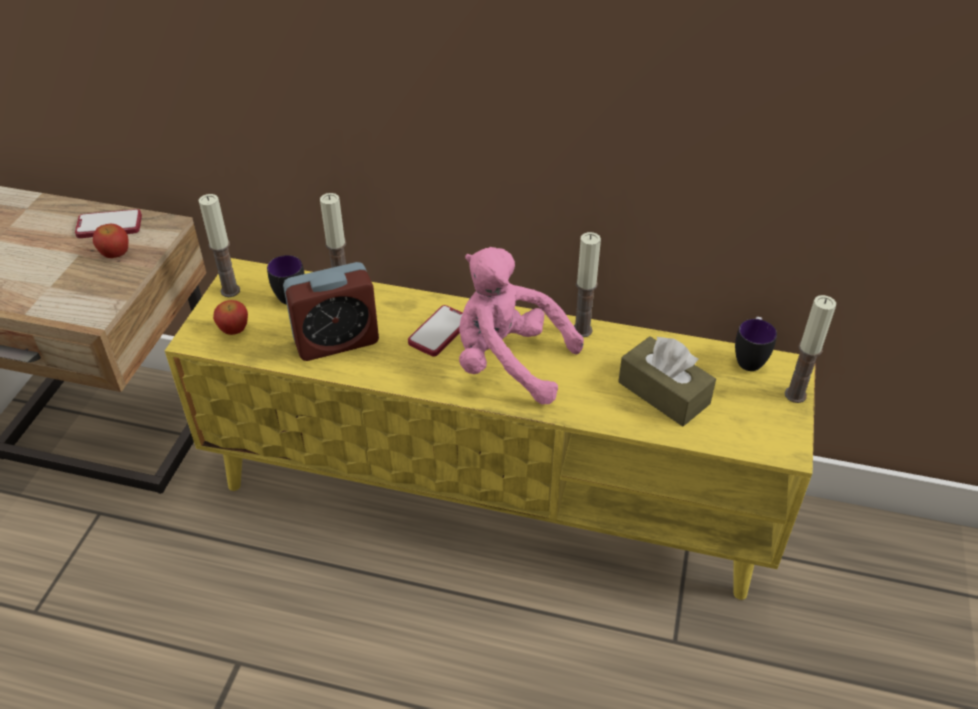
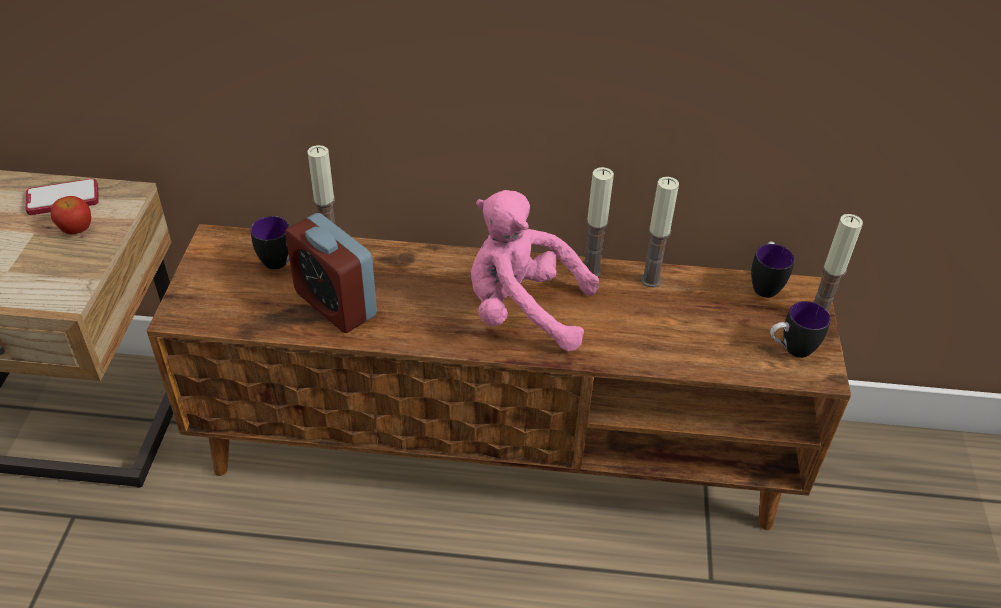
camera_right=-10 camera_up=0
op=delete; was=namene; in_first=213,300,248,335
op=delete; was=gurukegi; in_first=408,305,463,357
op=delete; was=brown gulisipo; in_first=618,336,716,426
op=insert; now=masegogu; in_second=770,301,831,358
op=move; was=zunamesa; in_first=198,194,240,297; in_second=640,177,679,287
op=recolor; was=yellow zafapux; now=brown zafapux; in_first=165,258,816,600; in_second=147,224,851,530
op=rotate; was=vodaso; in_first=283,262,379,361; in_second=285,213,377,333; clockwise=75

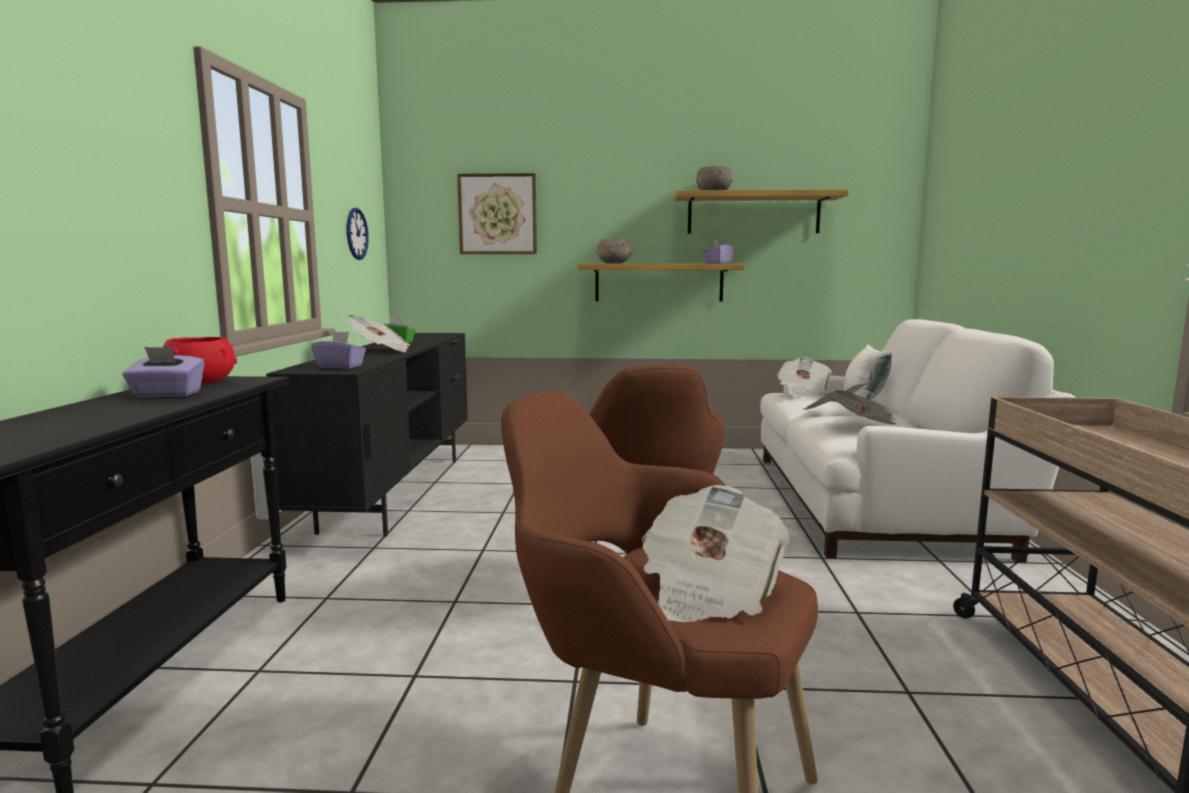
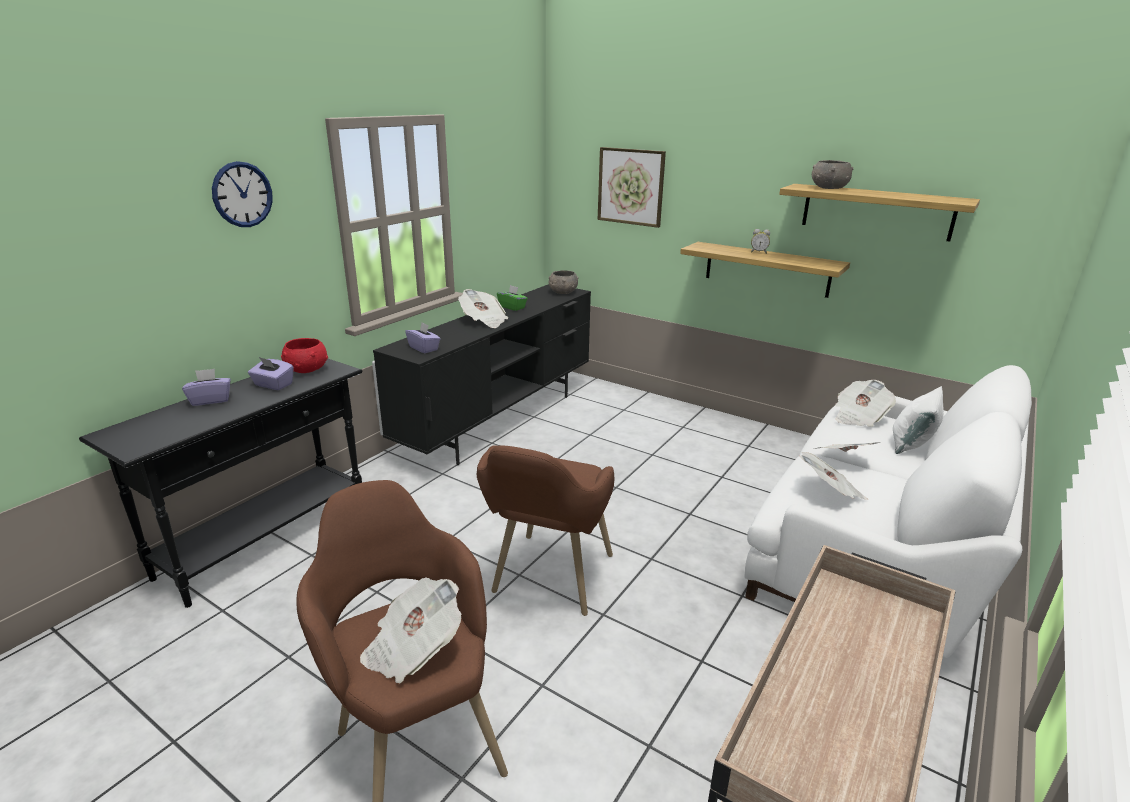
camera_right=30 camera_up=15
op=insert; now=vodaso; in_second=751,229,770,254
op=move; was=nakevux; in_first=347,208,369,260; in_second=212,161,273,227
op=move; was=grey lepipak; in_first=596,239,632,264; in_second=549,270,579,294
op=move; was=purple gulisipo; in_first=703,239,734,264; in_second=182,368,231,406

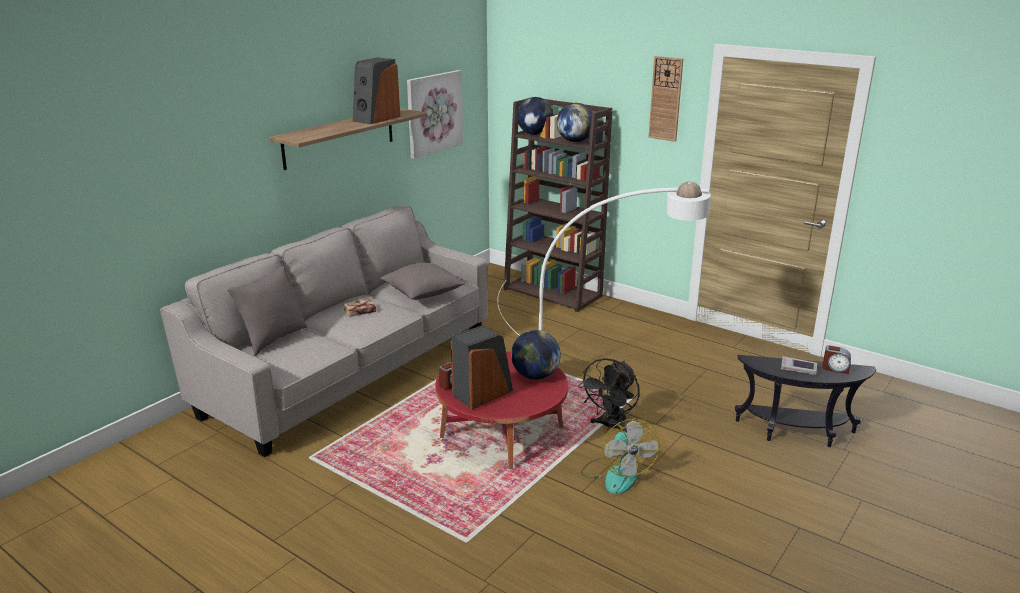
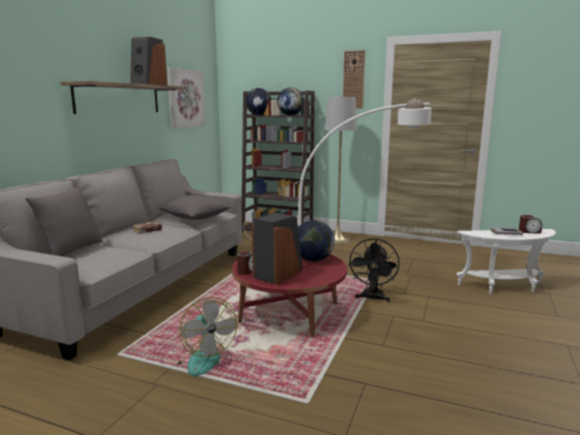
camera_right=-15 camera_up=-10
op=insert; now=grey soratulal; in_second=325,96,357,244
op=move; was=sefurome; in_first=581,419,659,494; in_second=176,297,237,377
op=recolor; was=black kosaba; now=white kosaba; in_first=735,355,876,447; in_second=456,229,556,294

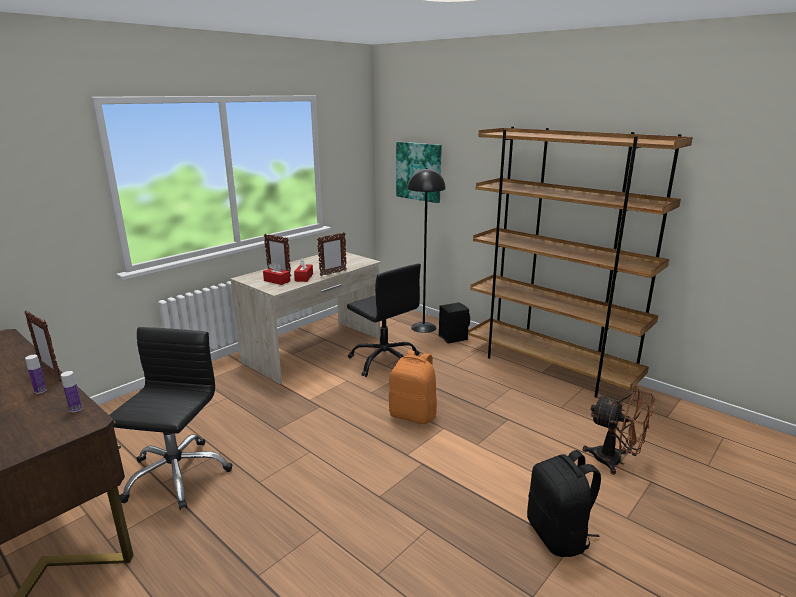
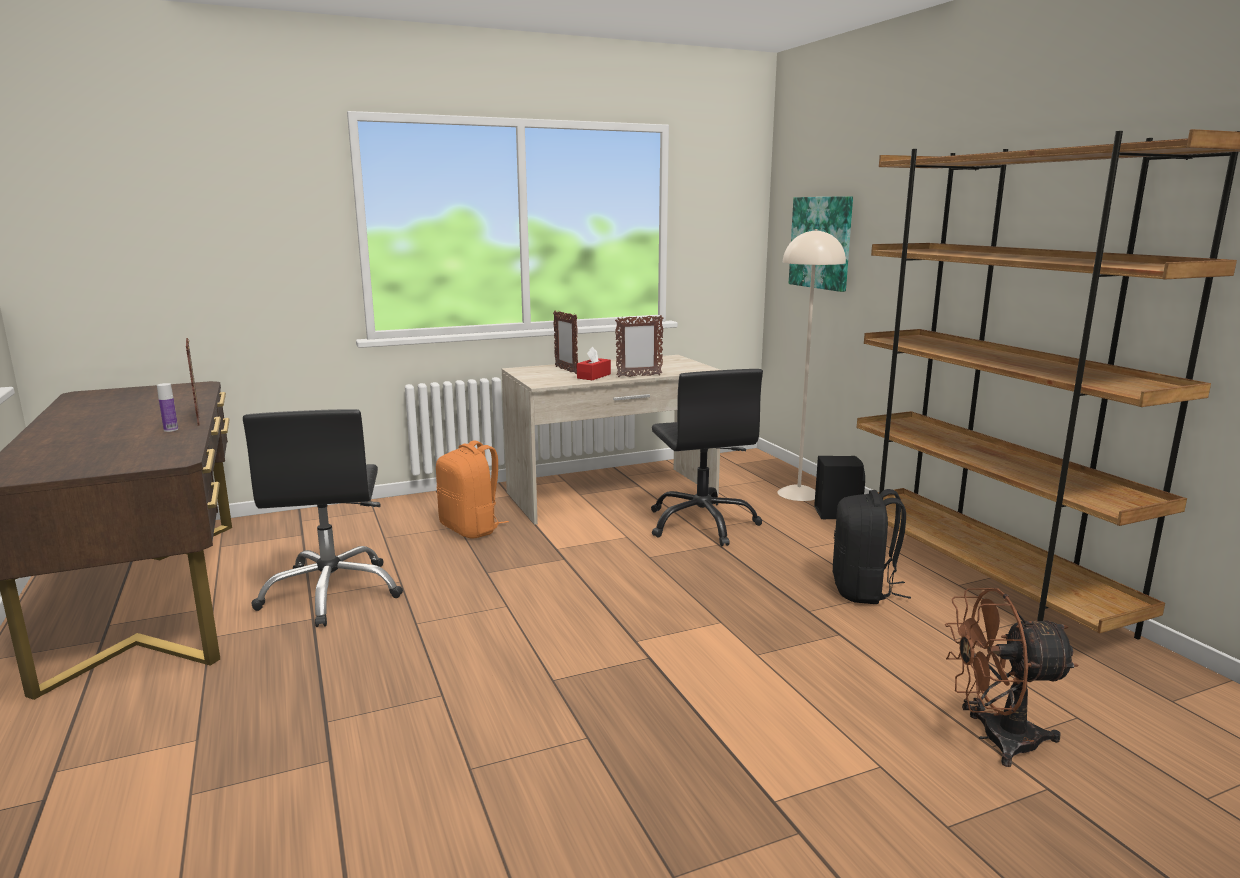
camera_right=25 camera_up=-5
op=delete; was=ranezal; in_first=61,371,82,412
op=delete; was=red gulisipo; in_first=263,262,290,285
op=move; was=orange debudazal; in_first=388,350,437,424; in_second=436,440,509,539
op=move; was=black debudazal; in_first=527,450,601,557; in_second=832,489,911,604
op=recolor; was=black soratulal; now=beige soratulal; in_first=407,168,446,333; in_second=777,229,846,501
op=rotate; was=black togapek; in_first=109,327,232,510; in_second=243,409,403,627; clockwise=135
op=rotate; was=brown sefurome; in_first=583,388,655,475; in_second=945,588,1078,767; clockwise=120

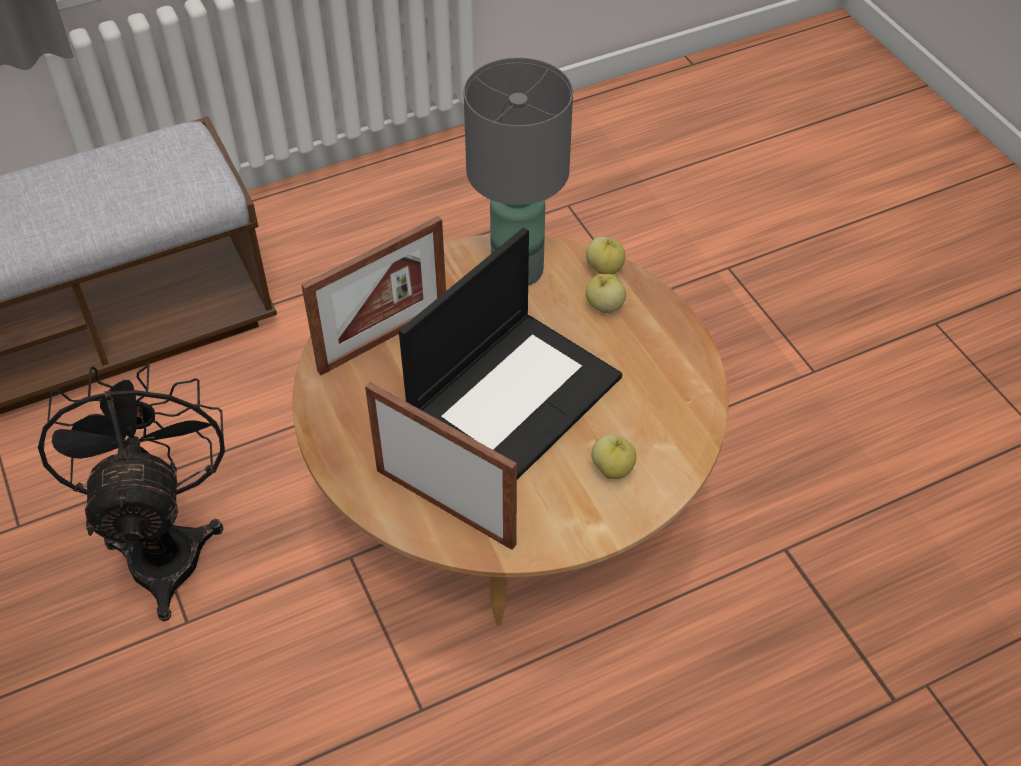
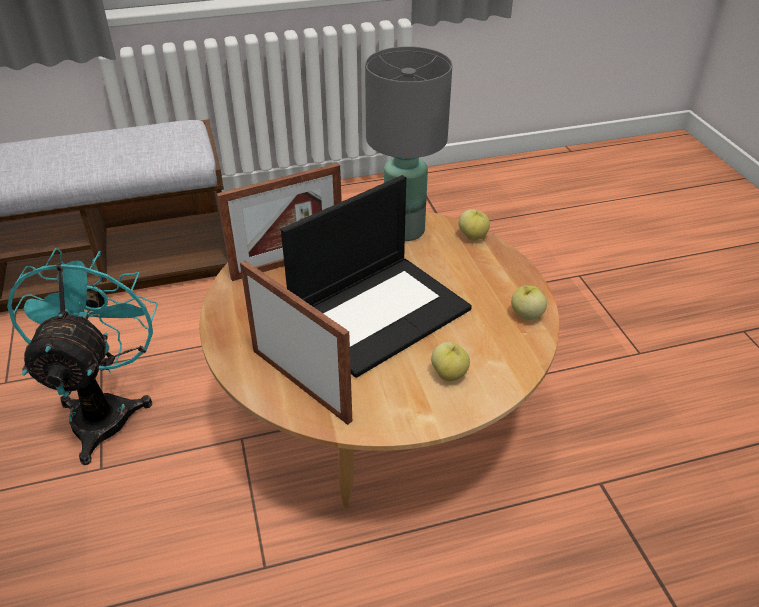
camera_right=10 camera_up=-10
op=move; was=namene; in_first=586,274,626,313; in_second=511,285,547,320
op=recolor; was=black sefurome; now=turquoise sefurome; in_first=38,362,225,621; in_second=7,248,158,465

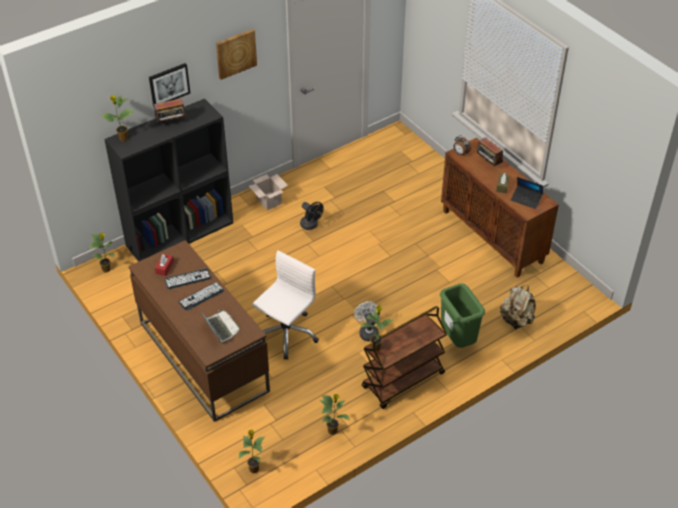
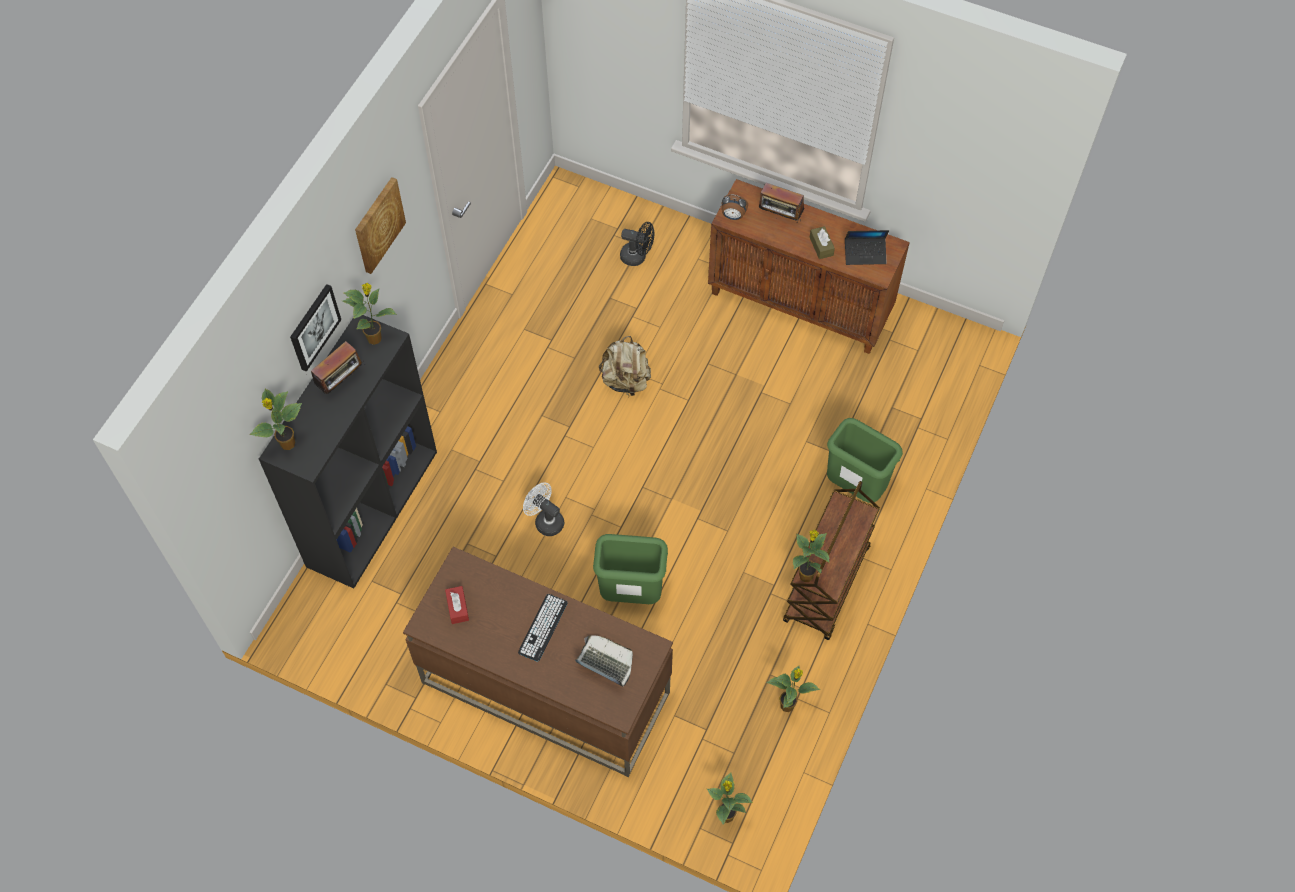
camera_right=-30 camera_up=15
op=delete; was=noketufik; in_first=164,269,211,289
op=delete; was=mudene; in_first=249,174,288,210
op=move; was=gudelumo; in_first=89,232,115,272; in_second=342,283,397,345
op=move; was=black sefurome; in_first=300,202,324,230; in_second=620,222,654,266
op=move; was=white sefurome; in_first=354,301,379,341; in_second=523,482,564,536
op=move; was=beige debudazal; in_first=500,285,535,329; in_second=599,336,651,396
op=replace; was=white togapek; now=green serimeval; in_first=252,250,319,360; in_second=593,534,668,604

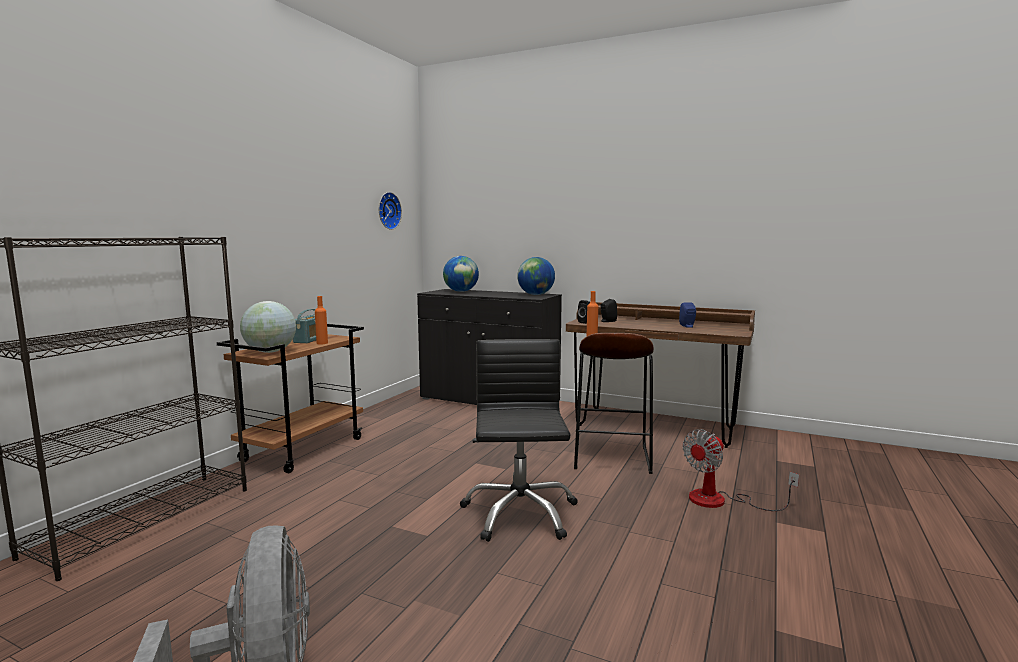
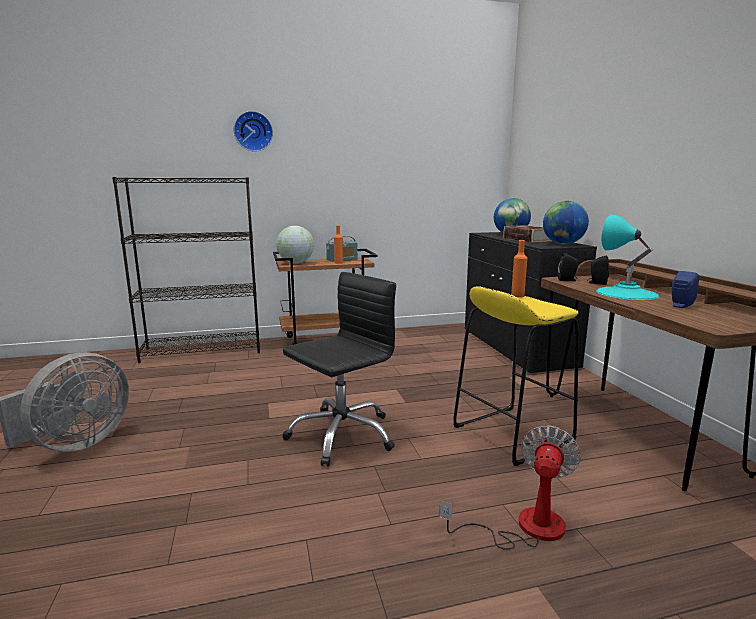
camera_right=50 camera_up=5
op=insert; now=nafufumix; in_second=503,225,551,243
op=insert; now=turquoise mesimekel; in_second=596,215,659,300
op=move; was=nakevux; in_first=379,192,402,230; in_second=234,111,273,152
op=recolor; was=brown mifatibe; now=yellow mifatibe; in_first=574,333,654,474; in_second=453,286,579,466
op=rotate; was=sefurome; in_first=683,429,799,511; in_second=439,425,581,550; clockwise=105

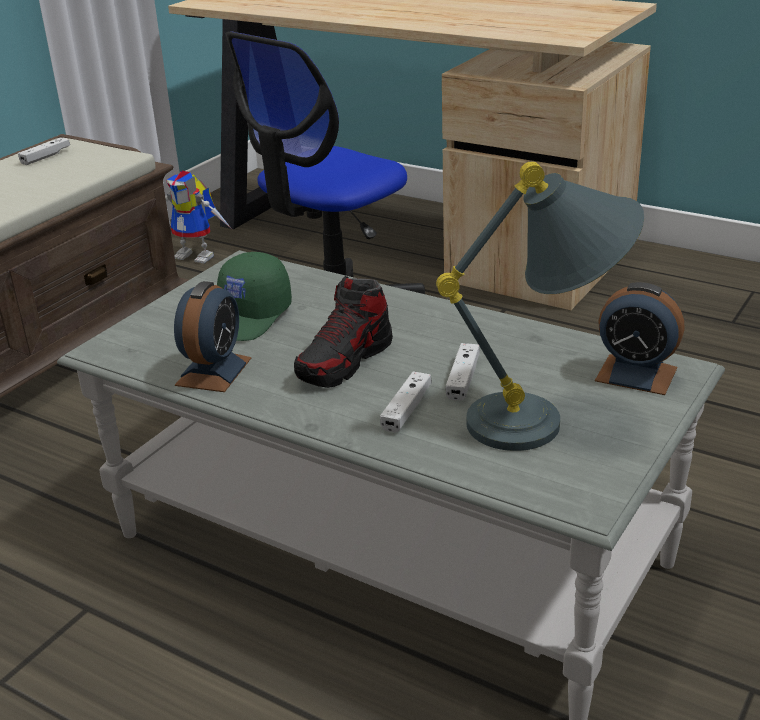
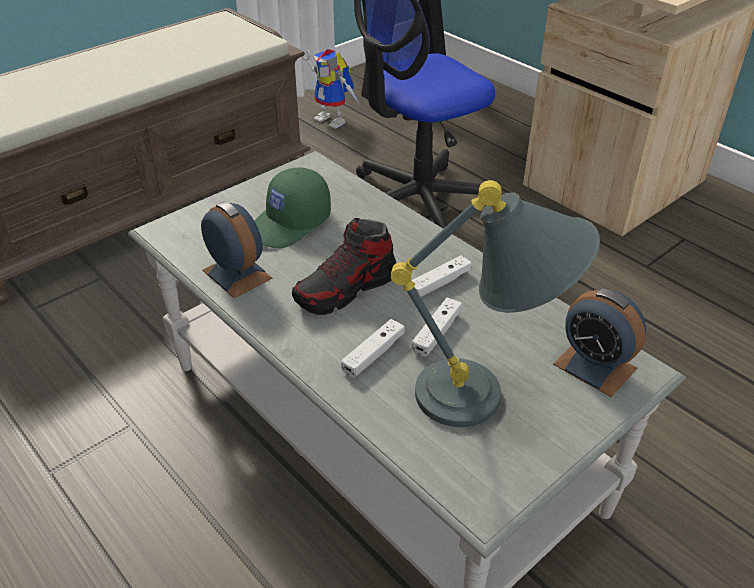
camera_right=15 camera_up=10
op=move; was=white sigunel; in_first=18,138,70,165; in_second=411,255,472,297
op=rotate; was=vodaso; in_first=174,281,251,392; in_second=201,201,272,298; clockwise=-75

